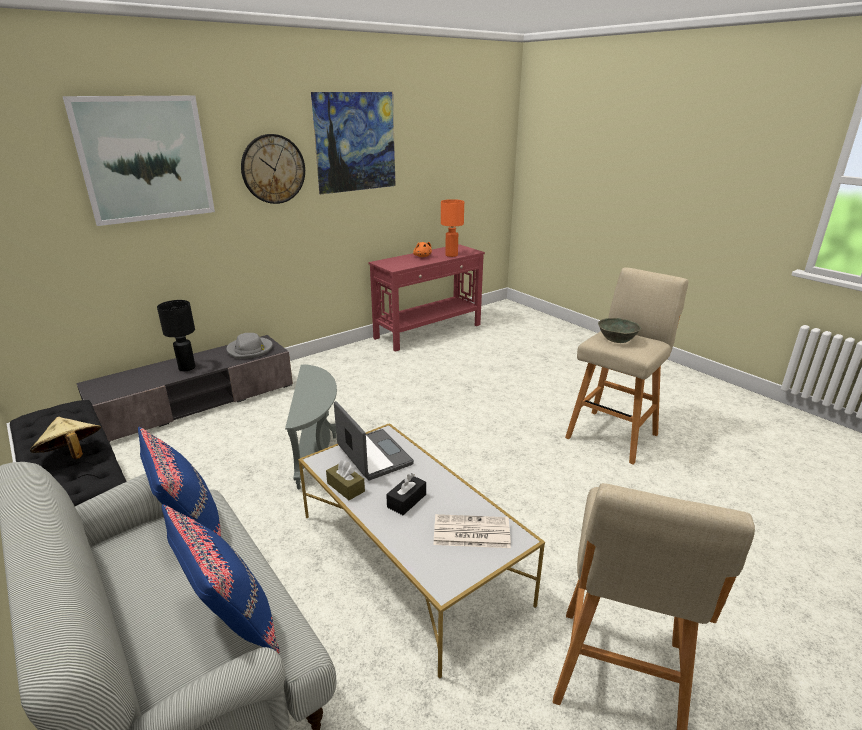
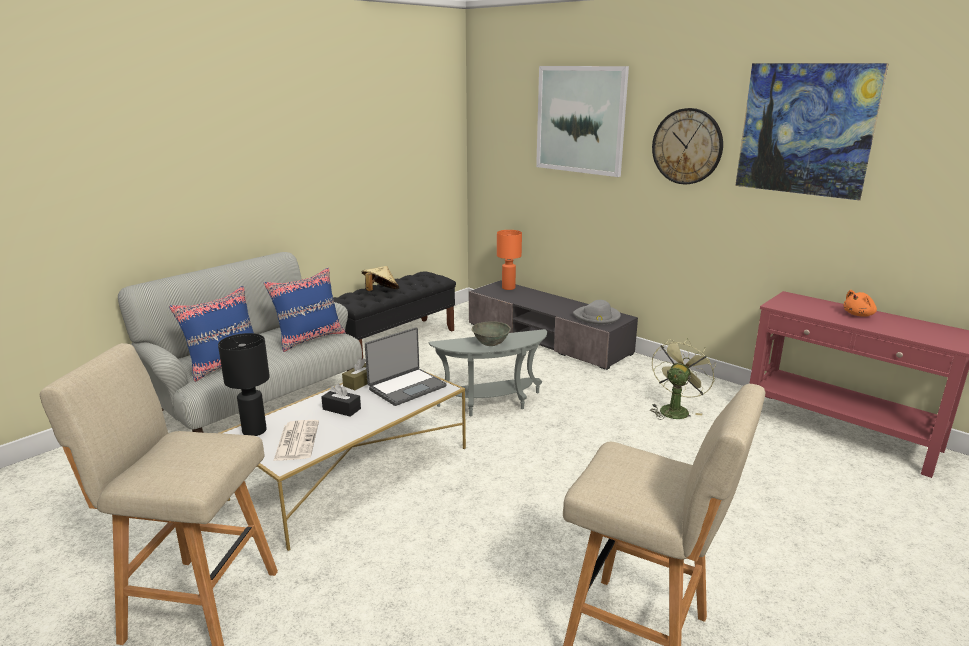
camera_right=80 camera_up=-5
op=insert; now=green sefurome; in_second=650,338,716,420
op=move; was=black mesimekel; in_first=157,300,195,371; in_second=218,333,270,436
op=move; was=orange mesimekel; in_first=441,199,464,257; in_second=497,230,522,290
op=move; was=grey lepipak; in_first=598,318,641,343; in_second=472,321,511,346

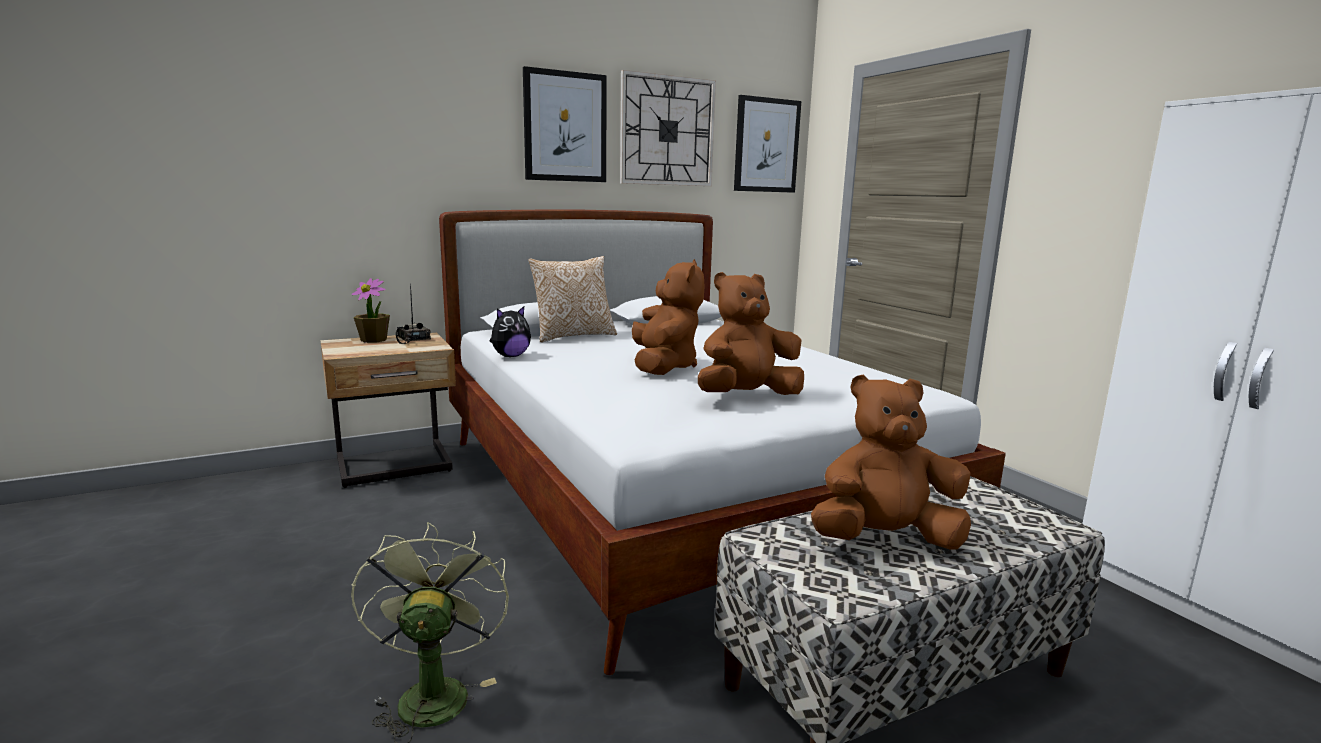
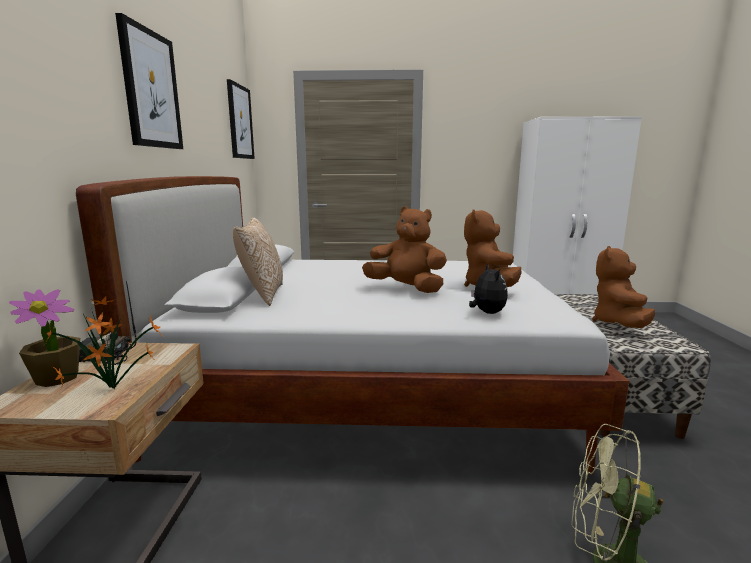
camera_right=-60 camera_up=0
op=delete; was=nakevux; in_first=620,70,716,186
op=insert; now=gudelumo; in_second=45,296,164,389
op=move; was=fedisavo; in_first=490,306,531,357; in_second=469,264,508,314

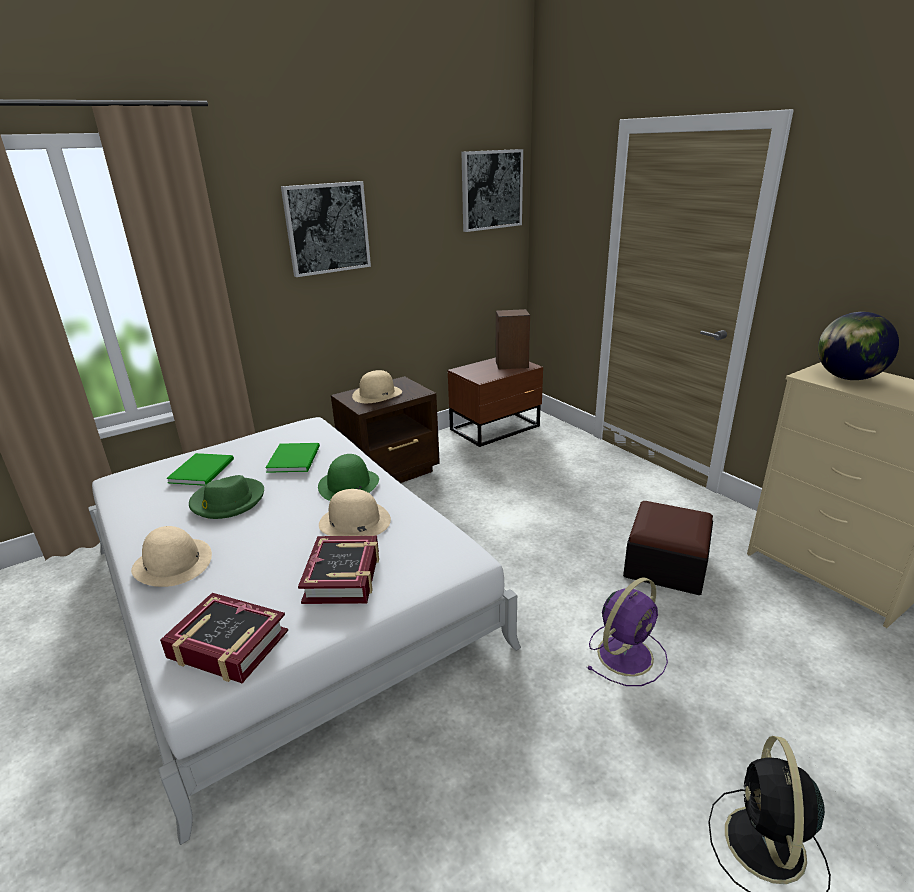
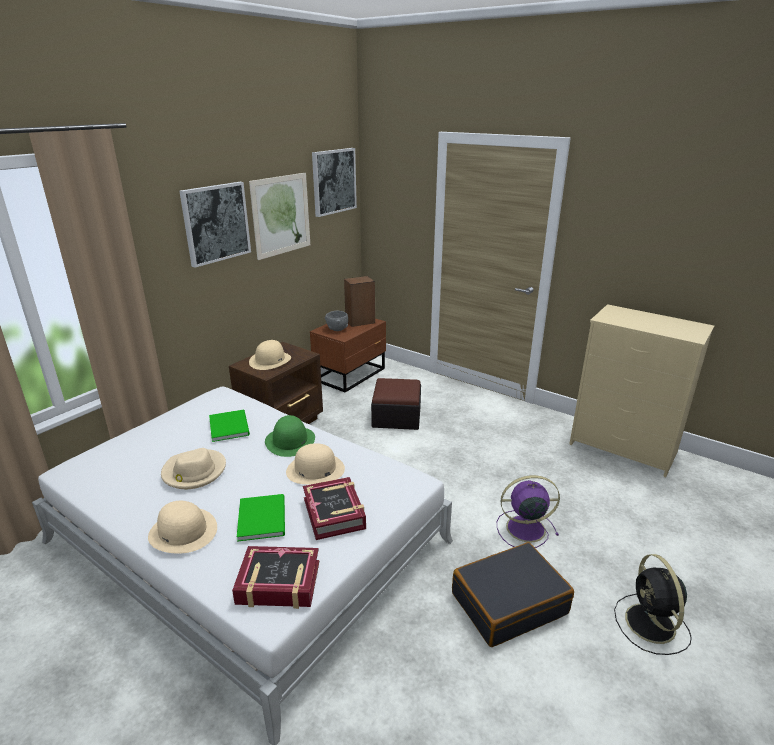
camera_right=-20 camera_up=0
op=delete; was=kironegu; in_first=818,312,899,380
op=insert; now=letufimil; in_second=249,173,310,260
op=insert; now=grey lepipak; in_second=325,311,348,331
op=insert; now=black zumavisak; in_second=452,542,574,647
op=move; was=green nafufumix; in_first=166,453,234,486; in_second=237,494,285,542
op=move; was=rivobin; in_first=623,501,713,595; in_second=371,378,421,430
op=recolor; was=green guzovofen; now=beige guzovofen; in_first=189,475,264,519; in_second=161,448,226,489
op=rotate; was=purple sefurome; in_first=587,577,668,686; in_second=497,475,560,548; clockwise=-120

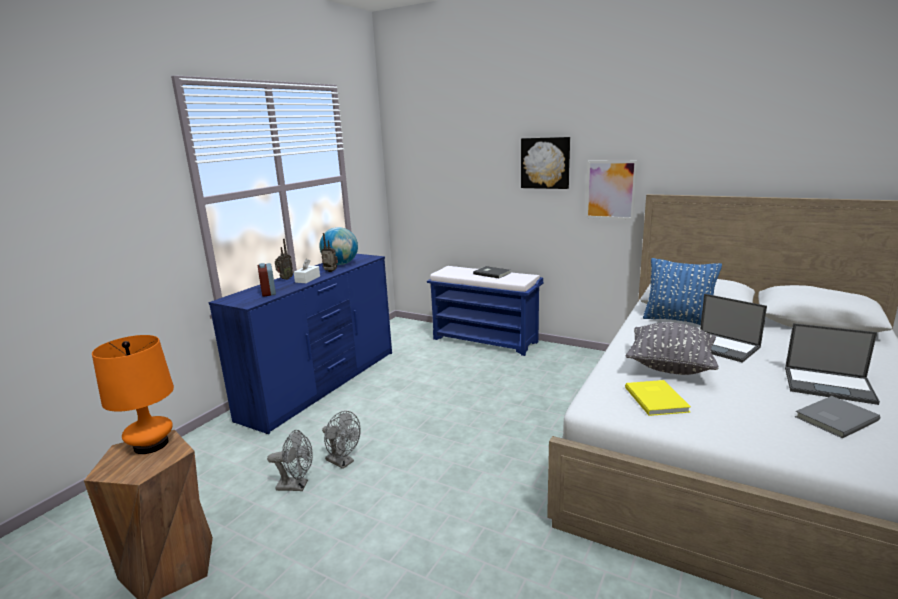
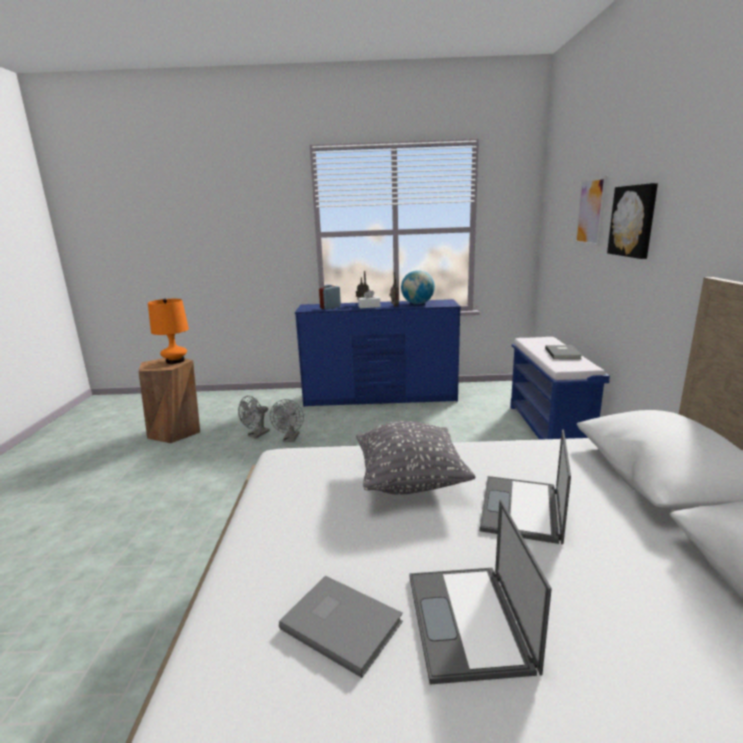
camera_right=60 camera_up=0
op=delete; was=yellow nafufumix; in_first=625,380,691,416
op=delete; was=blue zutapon; in_first=643,258,722,325
op=move; was=letufimil; in_first=585,160,638,220; in_second=575,176,607,246
op=rotate; was=grey sefurome; in_first=267,430,313,491; in_second=238,396,270,438; clockwise=60

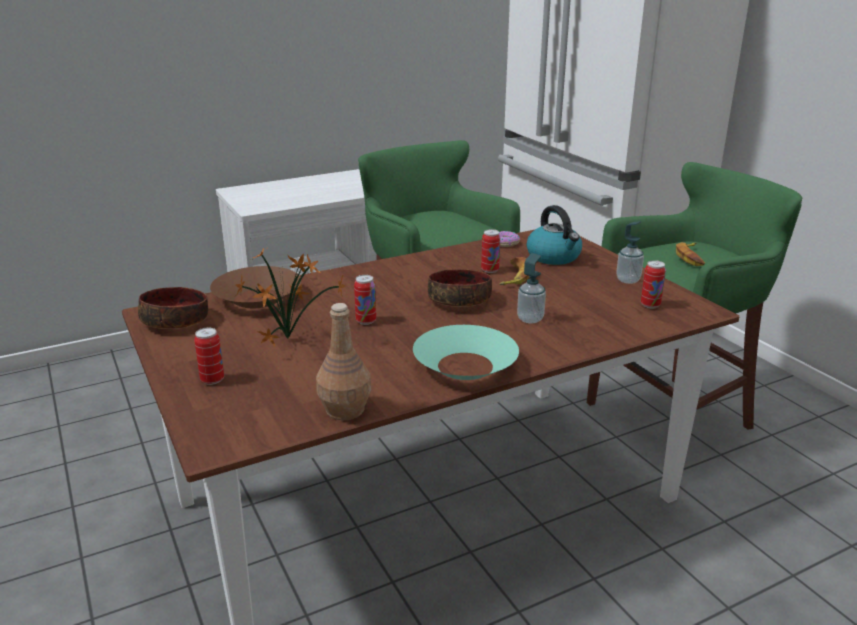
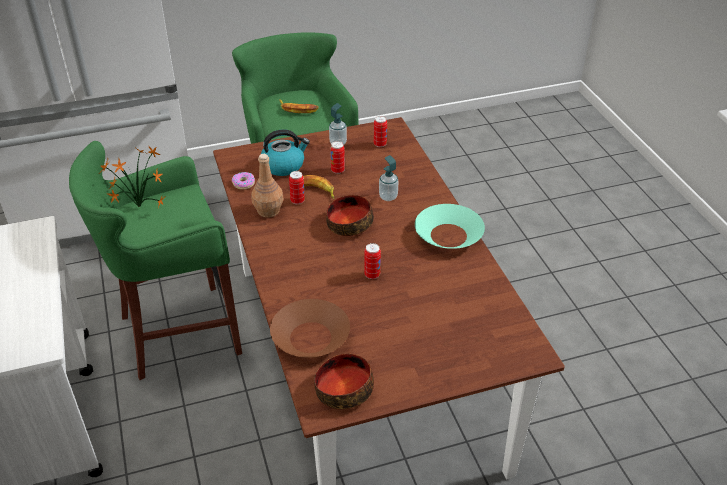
camera_right=-80 camera_up=15
op=move; was=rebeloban; in_first=194,327,224,385; in_second=330,141,345,174
op=move; was=gudelumo; in_first=235,249,346,347; in_second=99,145,166,208
op=move; was=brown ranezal; in_first=316,303,371,420; in_second=251,154,283,218

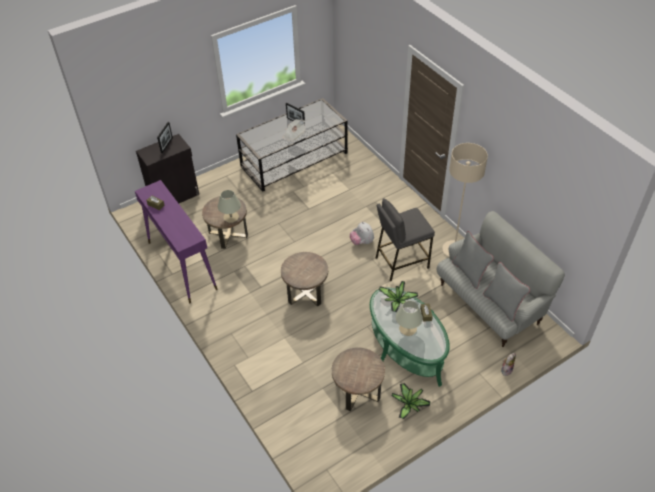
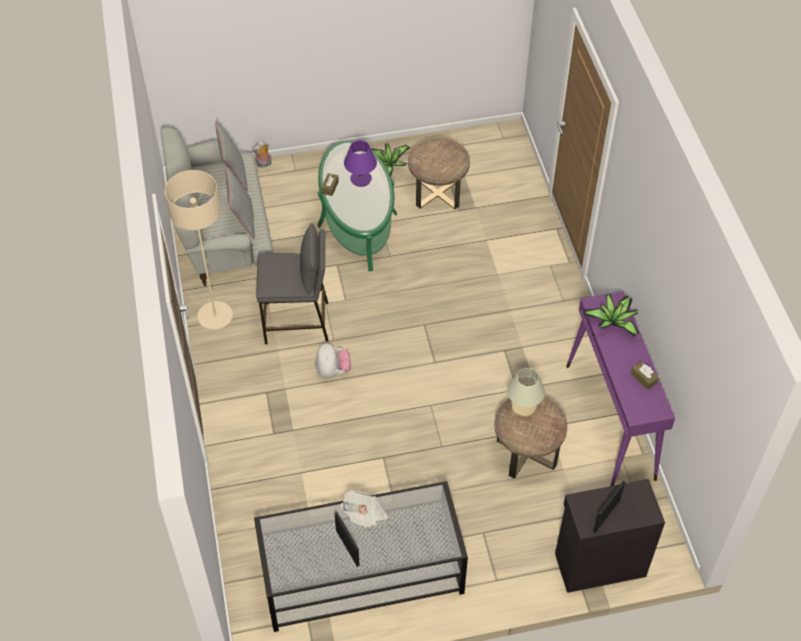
camera_right=-160 camera_up=5
op=delete; was=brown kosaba; in_first=281,252,328,306
op=move; was=gudelumo; in_first=379,281,418,313; in_second=584,294,639,337
op=recolor; was=beige mesimekel; now=purple mesimekel; in_first=396,301,423,336; in_second=344,140,377,187

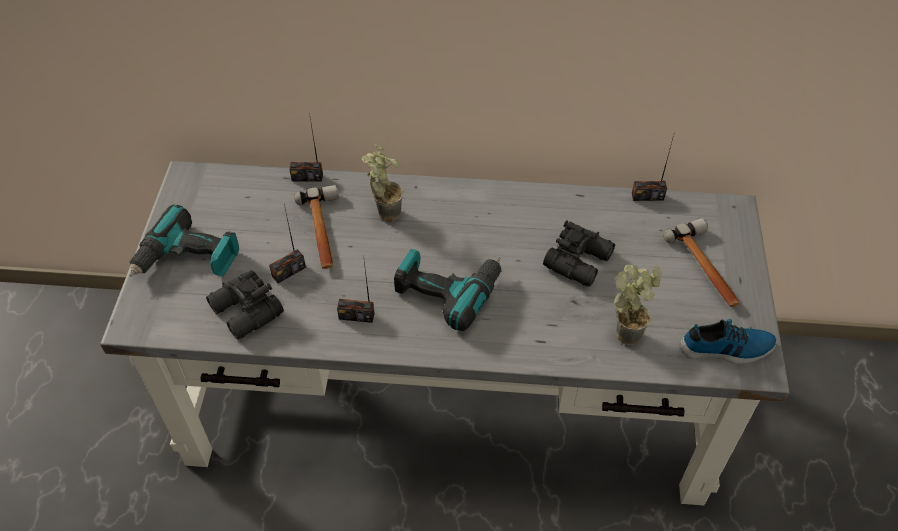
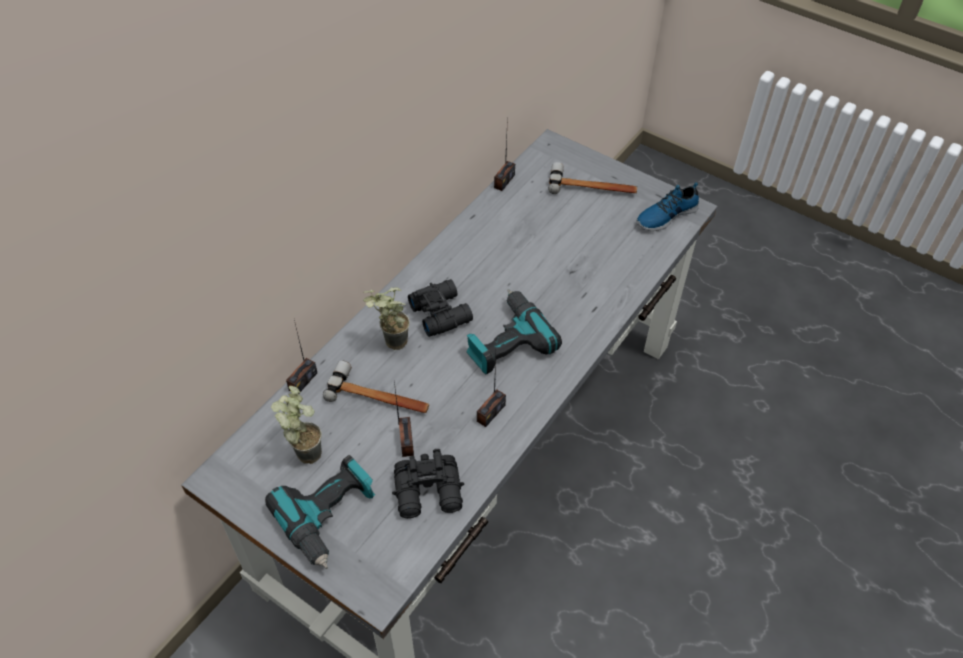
camera_right=-60 camera_up=0
op=move; was=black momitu; in_first=543,220,615,287; in_second=408,279,473,337
op=move; was=gudelumo; in_first=614,264,662,346; in_second=271,386,322,464
op=rotate; was=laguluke; in_first=680,319,777,364; in_second=636,182,699,231; clockwise=-150

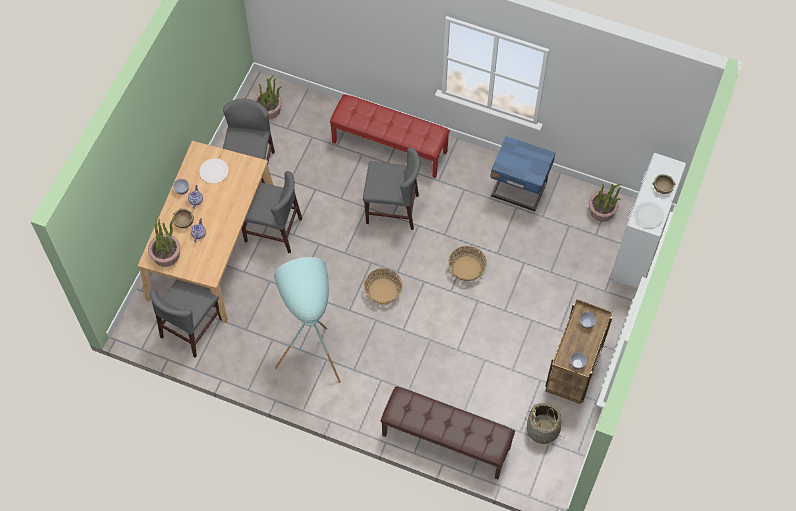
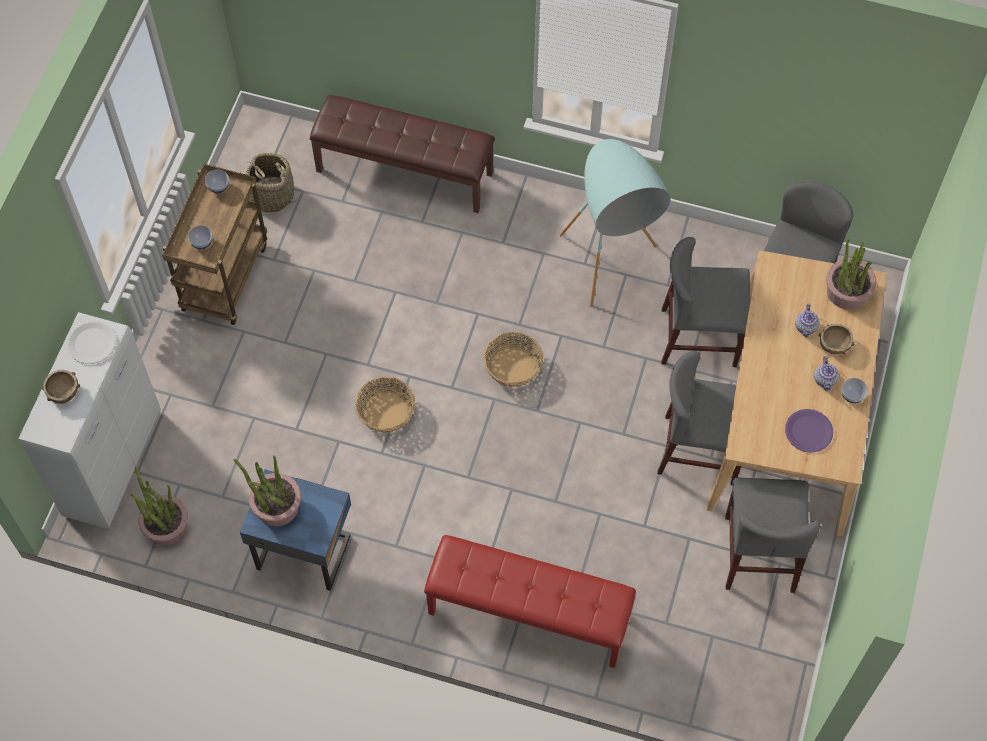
camera_right=175 camera_up=0
op=move; was=gudelumo; in_first=254,74,282,119; in_second=234,455,301,527
op=move; was=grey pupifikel; in_first=363,148,420,230; in_second=661,237,750,367
op=recolor; was=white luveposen; now=purple luveposen; in_first=200,158,228,184; in_second=785,409,833,453

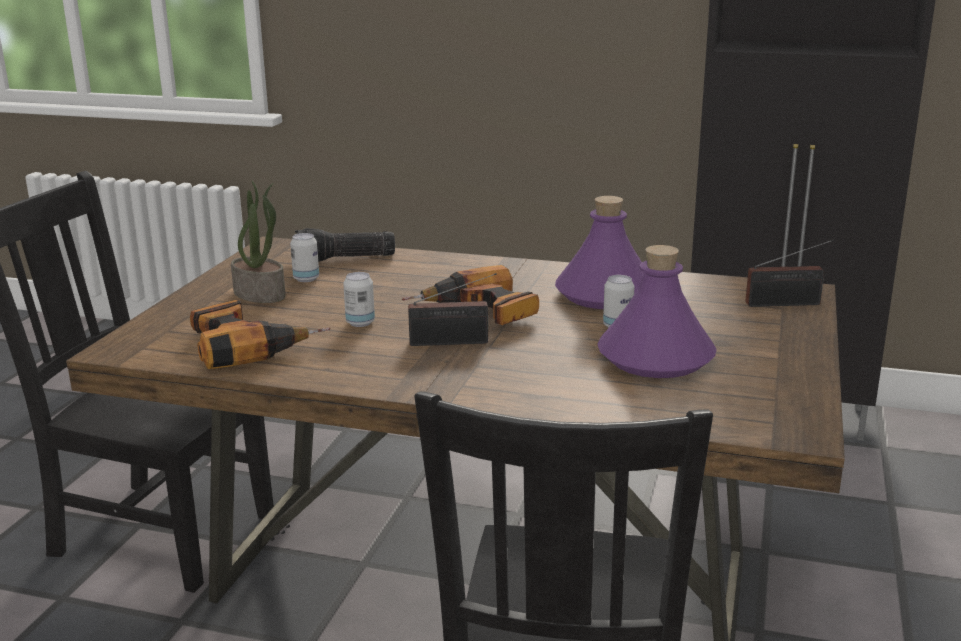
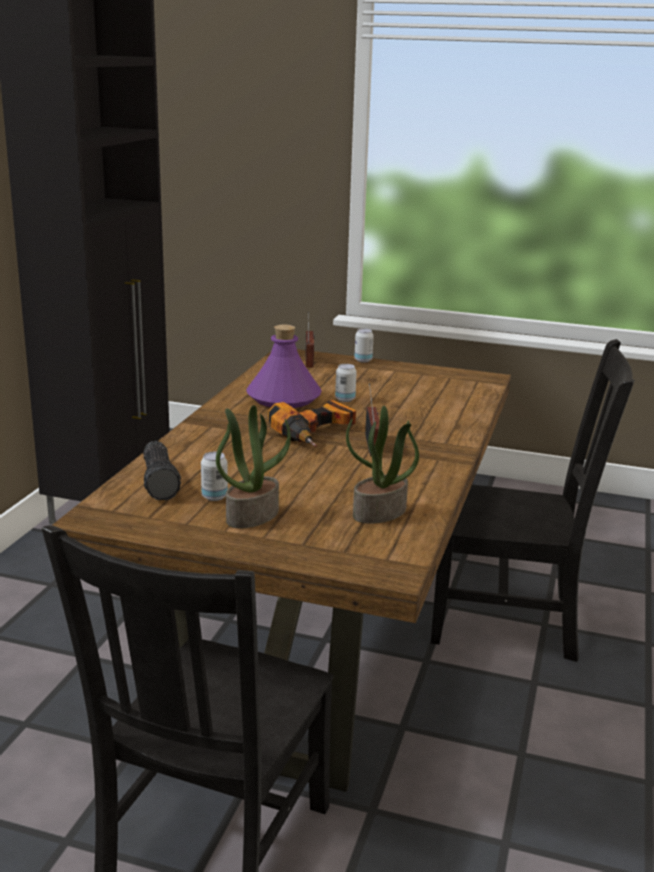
camera_right=-90 camera_up=0
op=delete; was=purple ranezal; in_first=597,245,716,378
op=move; was=rebeloban; in_first=343,272,375,327; in_second=354,328,374,363
op=replace; was=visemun; now=gudelumo; in_first=190,300,330,369; in_second=346,406,419,524

